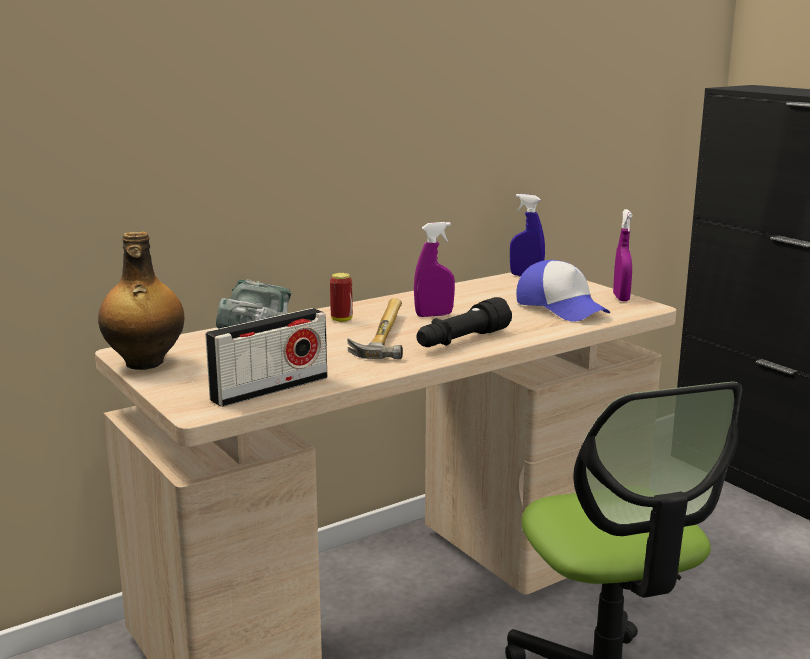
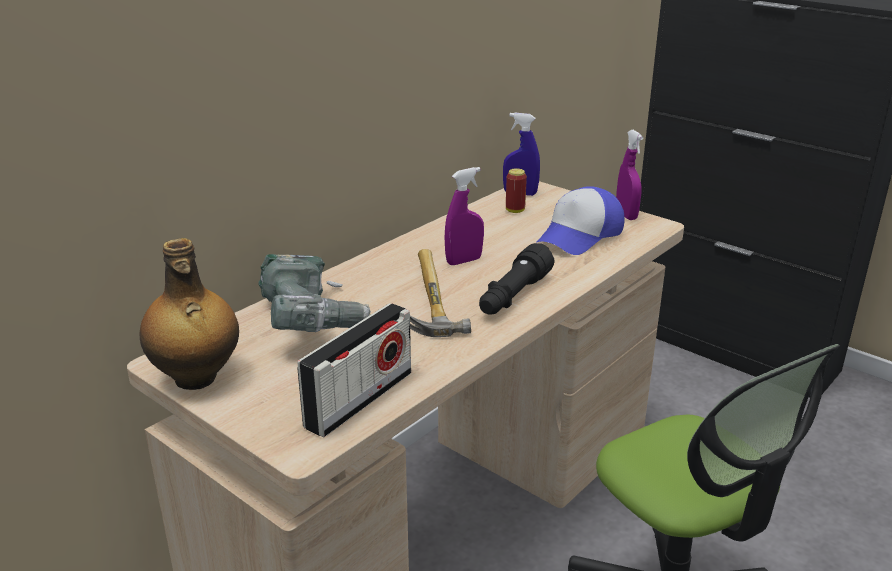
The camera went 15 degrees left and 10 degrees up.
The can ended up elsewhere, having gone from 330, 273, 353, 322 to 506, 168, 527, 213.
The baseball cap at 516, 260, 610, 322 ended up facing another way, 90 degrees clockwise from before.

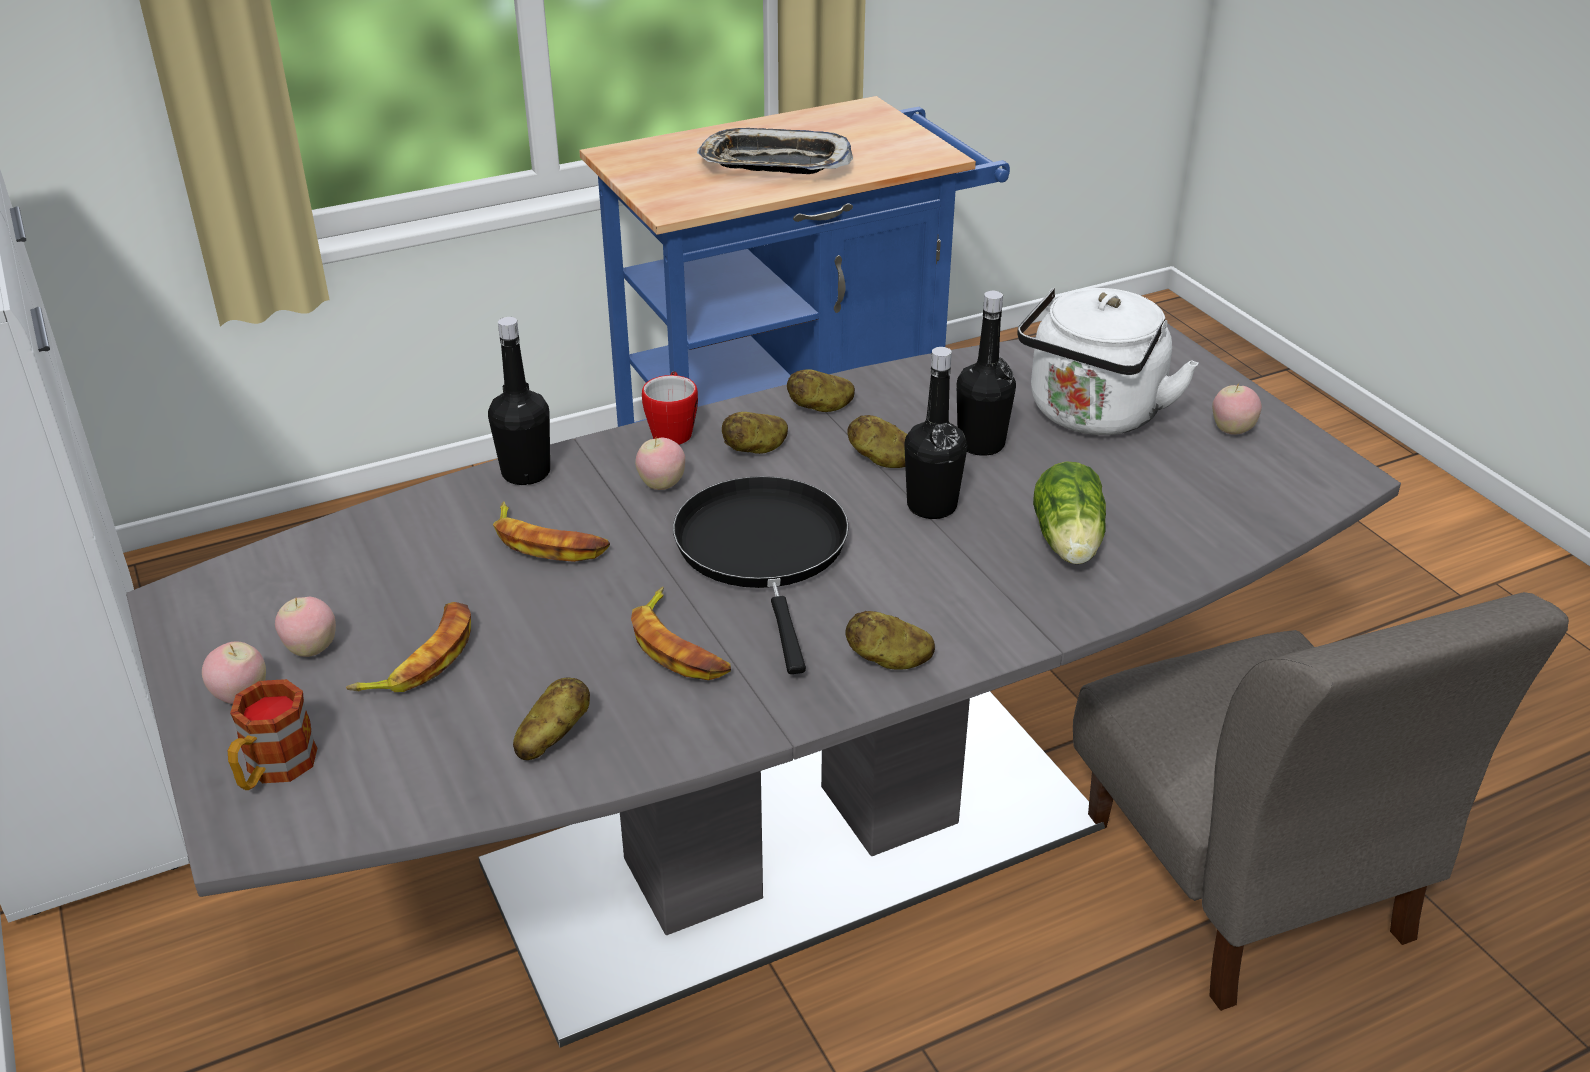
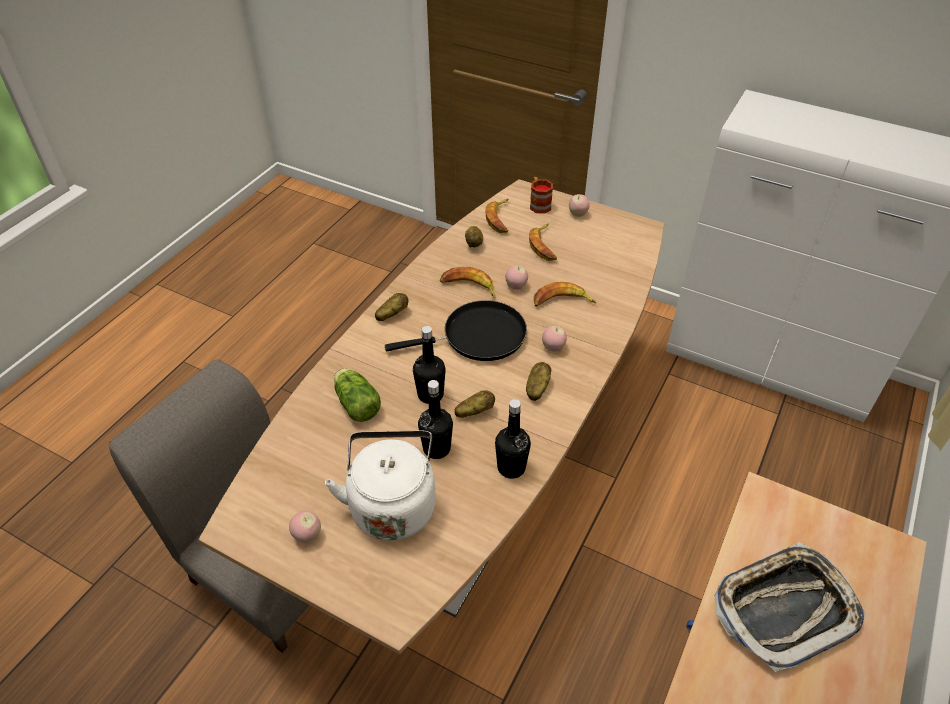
The camera went 145 degrees right and 10 degrees up.
What was the gray kitchen table at 126, 323, 1401, 1047 turned into the brown-coloured kitchen table at 198, 179, 664, 655.
The apple ended up elsewhere, having gone from 275, 597, 336, 657 to 505, 265, 528, 290.
The black bottle ended up elsewhere, having gone from 488, 317, 550, 485 to 495, 399, 531, 479.
The second view lost the tea mug at 642, 371, 698, 445.
The black pan at 673, 476, 849, 674 ended up facing another way, 60 degrees counterclockwise from before.
The second view lost the spud at 787, 369, 855, 412.
The second view gained the banana at 485, 199, 509, 233.

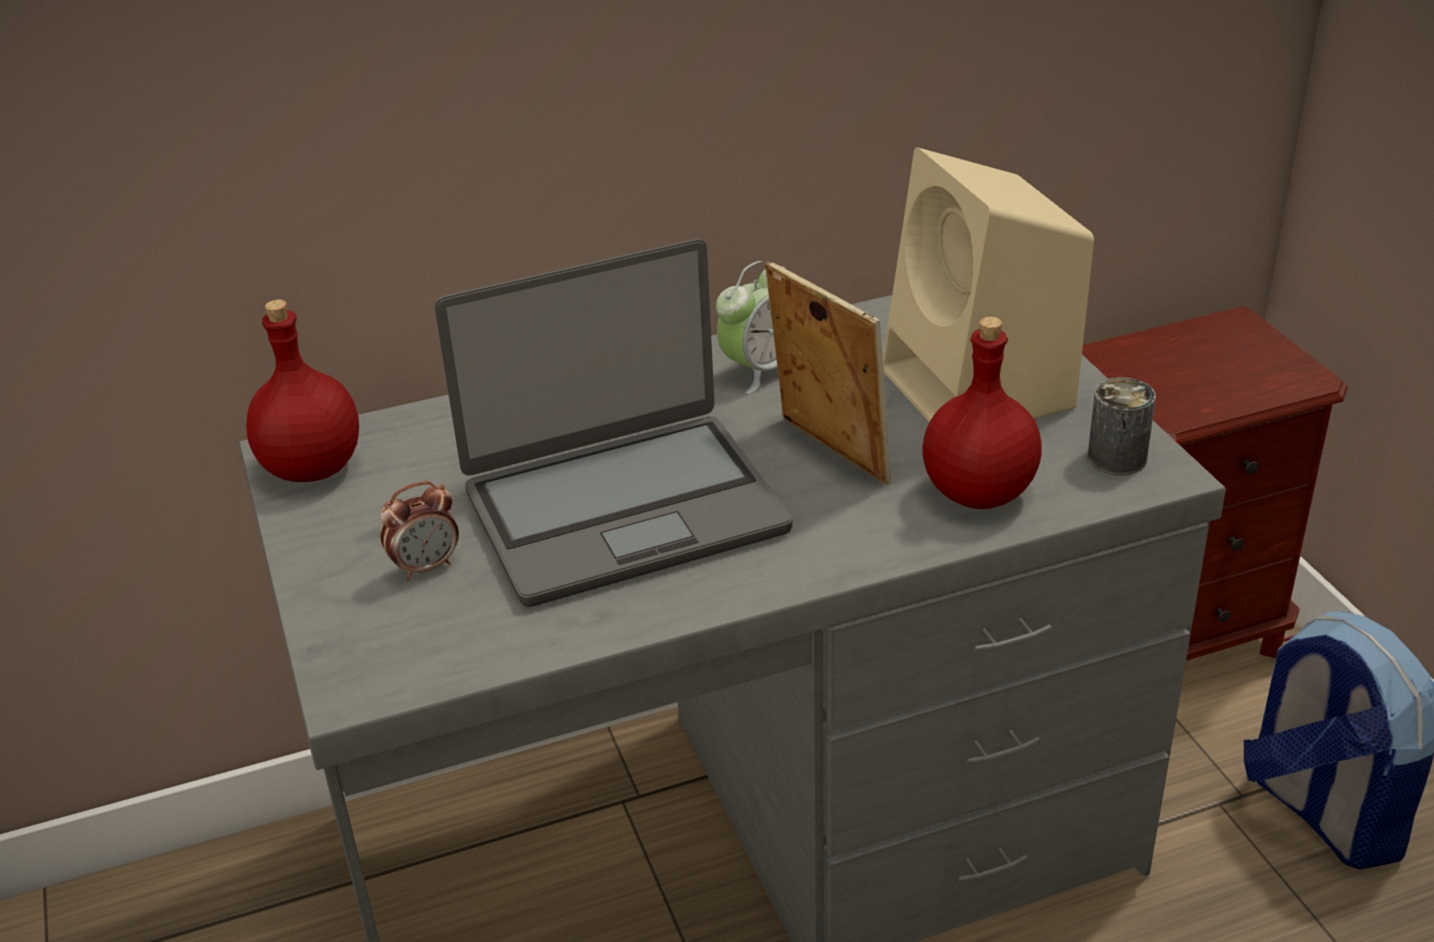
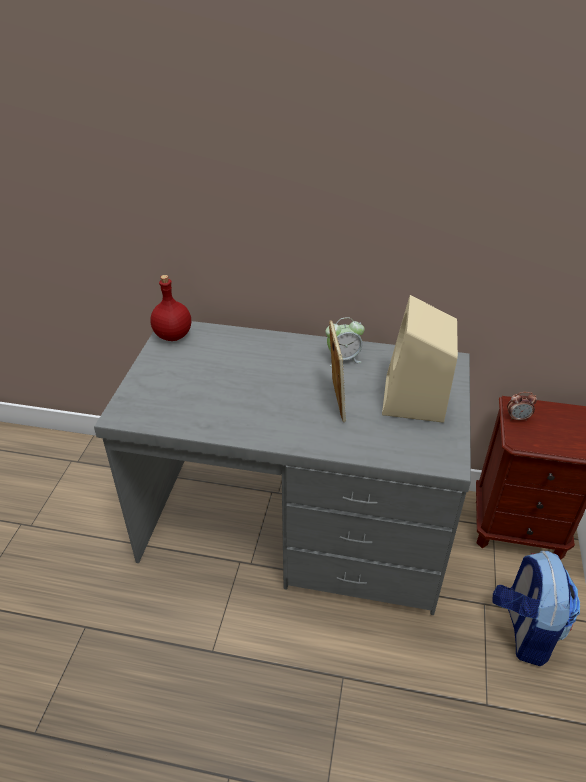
The camera went 30 degrees right and 5 degrees up.
The bedside clock ended up elsewhere, having gone from 380, 481, 459, 581 to 507, 392, 537, 421.
The second view lost the laptop at 435, 239, 793, 607.
The second view lost the red bottle at 922, 317, 1042, 509.
The second view lost the can at 1088, 377, 1156, 475.

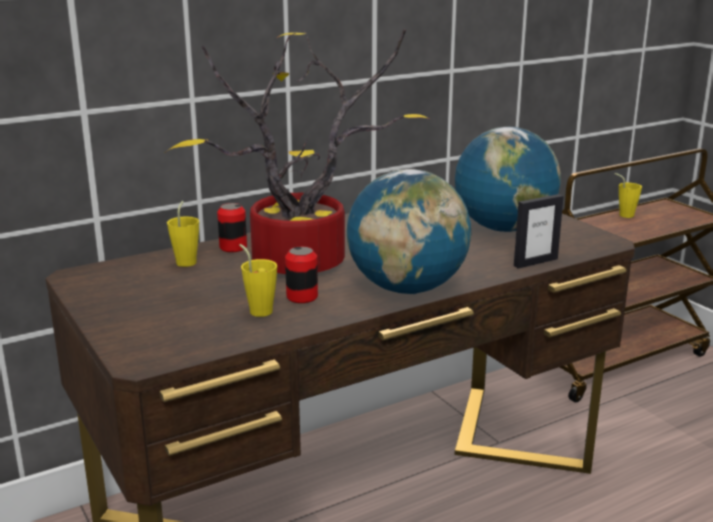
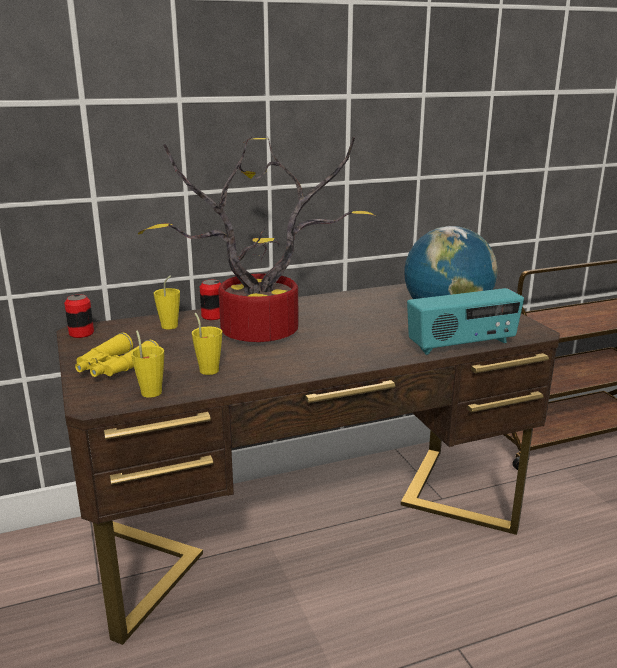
The camera went 10 degrees right and 0 degrees up.
The can ended up elsewhere, having gone from 285, 247, 318, 303 to 64, 295, 94, 338.
The second view lost the globe at 347, 169, 471, 294.
Where the picture frame stood at 514, 194, 564, 268, the radio set came to stand at 407, 288, 524, 355.
The yellow-coloured cup ended up elsewhere, having gone from 614, 173, 642, 218 to 131, 331, 164, 398.
The second view gained the yellow-coloured field glasses at 75, 333, 159, 377.

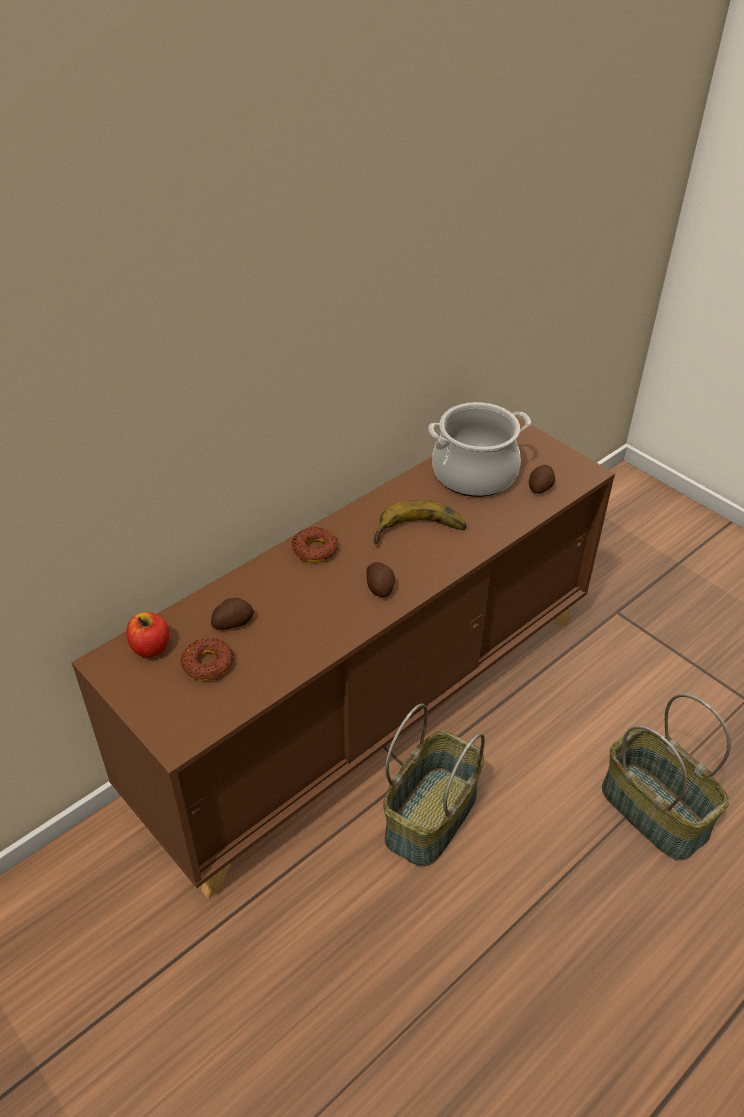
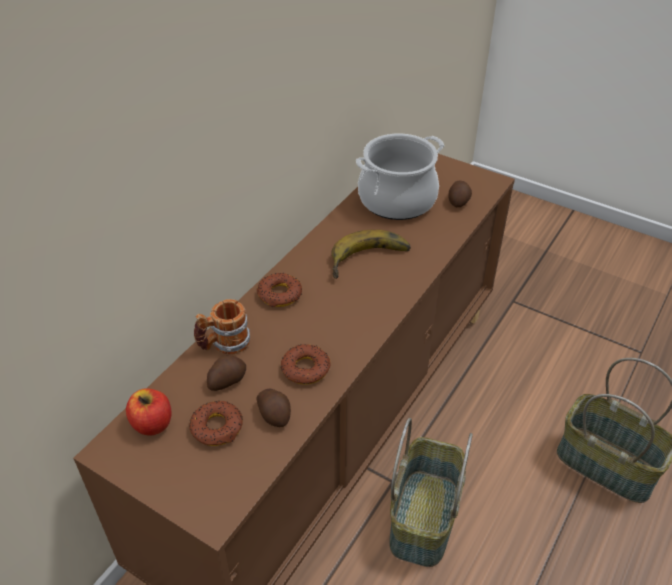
The camera went 15 degrees left and 0 degrees up.
The spud ended up elsewhere, having gone from 366, 562, 395, 597 to 256, 389, 291, 427.
The second view gained the tea mug at 194, 299, 250, 355.
The second view gained the ring doughnut at 281, 344, 330, 385.

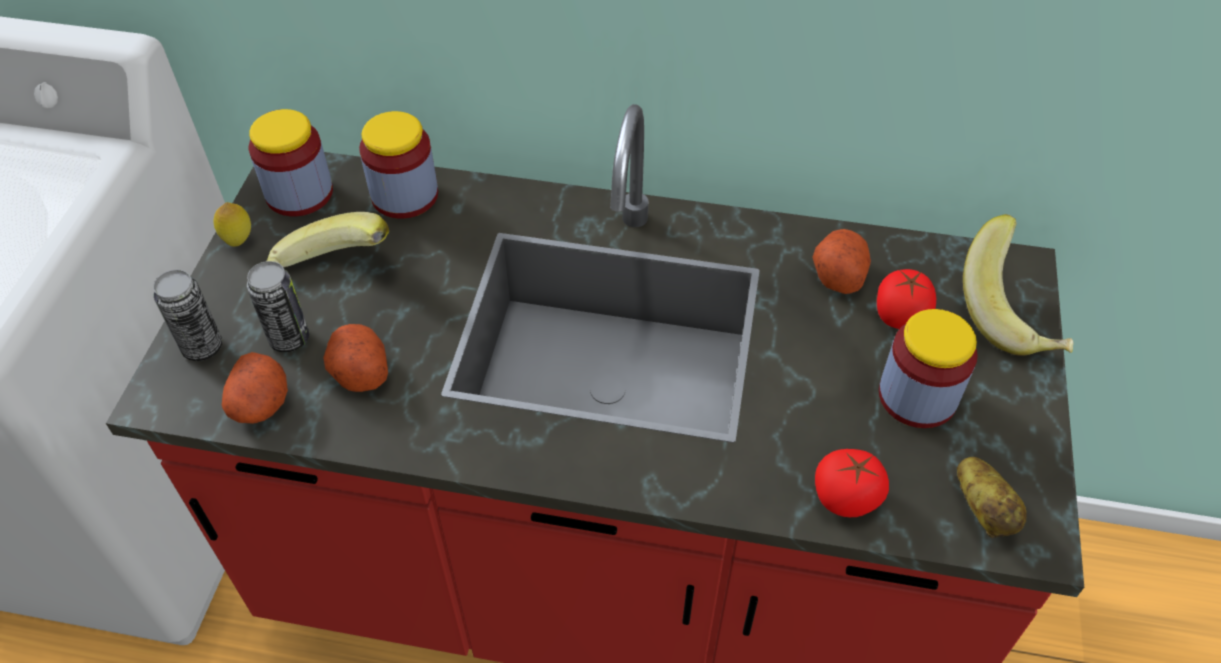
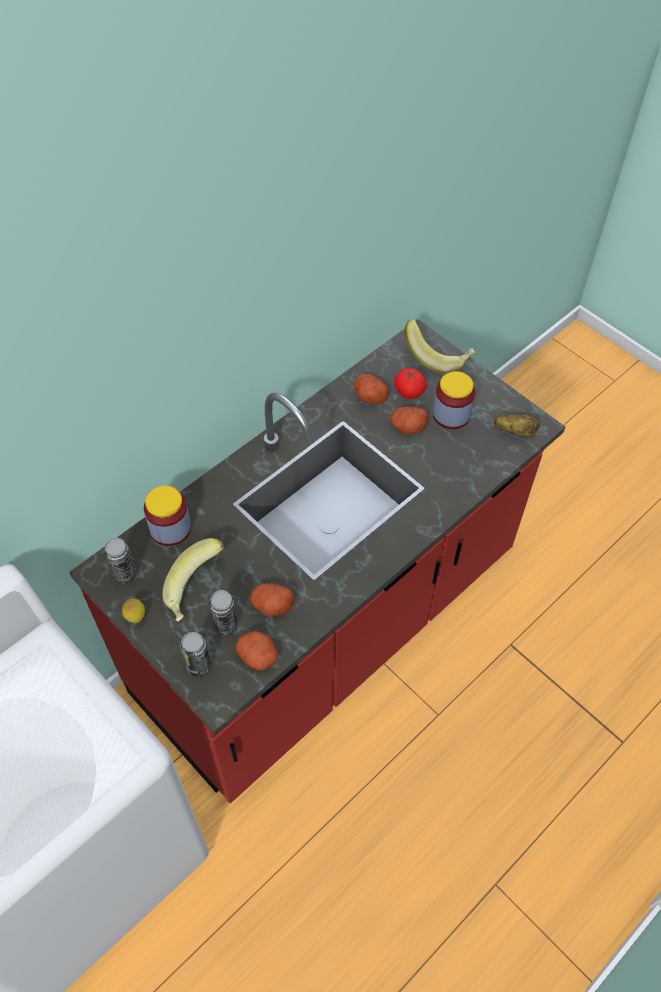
The camera went 55 degrees left and 5 degrees up.
Where the jar stood at 249, 109, 333, 216, the can came to stand at 104, 538, 136, 583.
The second view lost the fresh tomato at 815, 449, 889, 517.
The second view gained the spud at 391, 407, 429, 435.

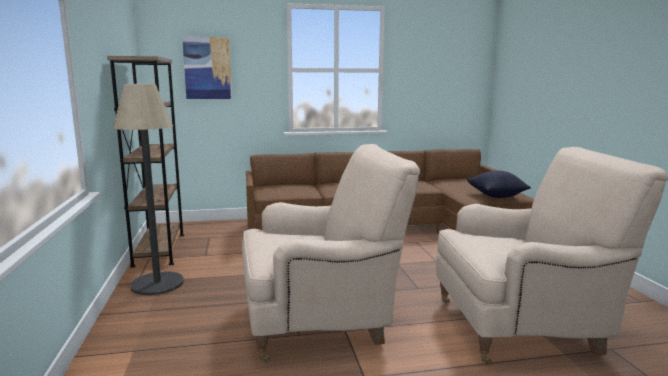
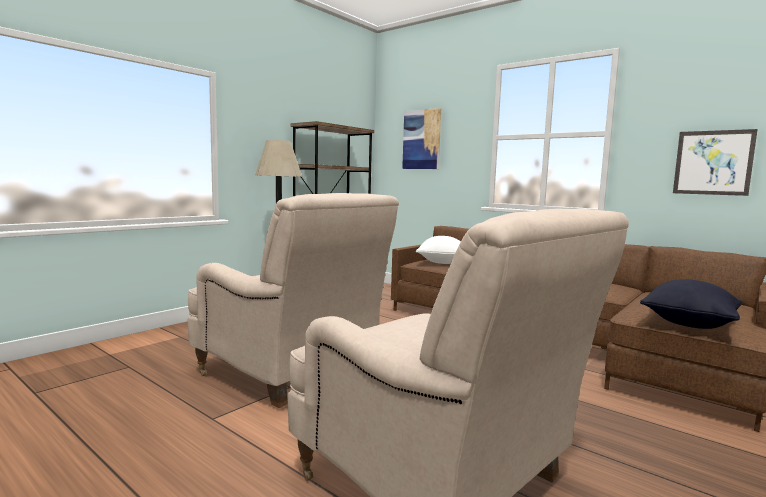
The camera went 50 degrees right and 5 degrees down.
The second view gained the white-coloured throw pillow at 416, 236, 461, 264.
The second view gained the wall picture at 673, 129, 758, 196.

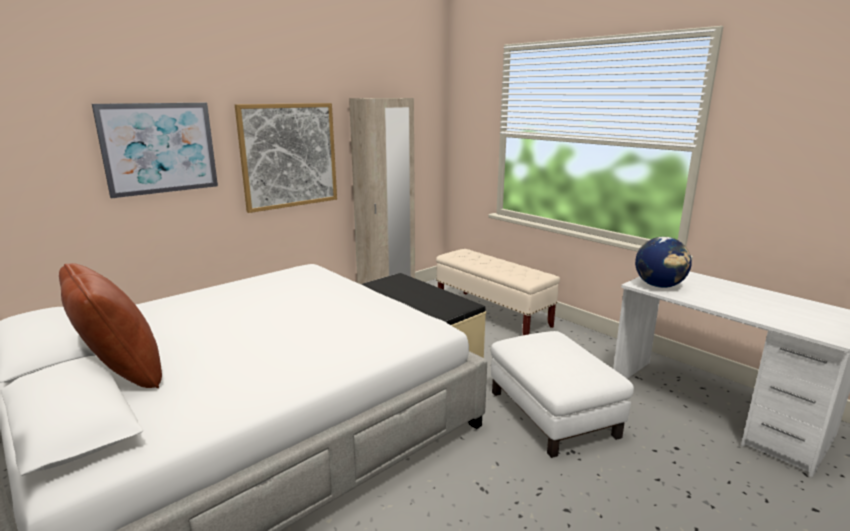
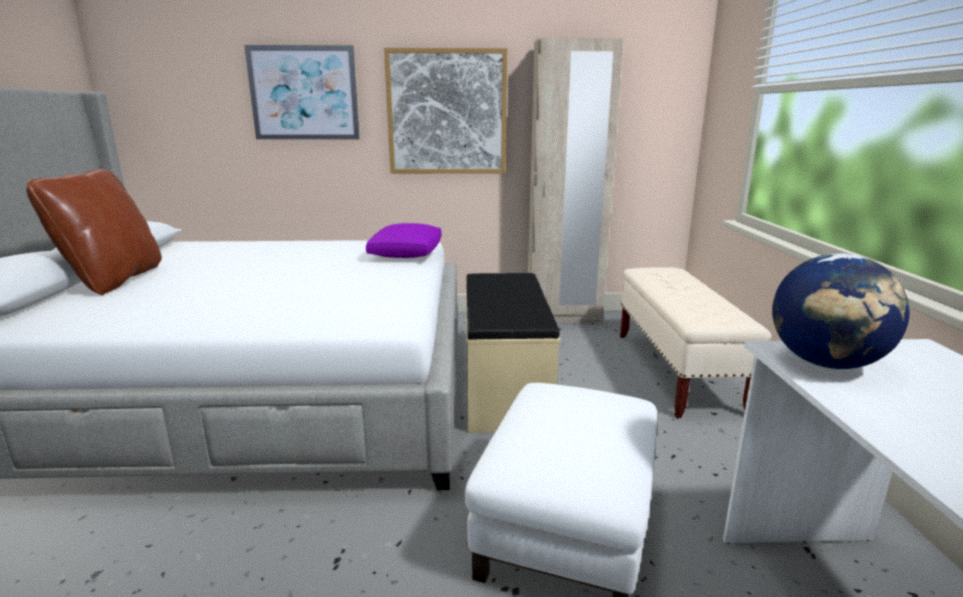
The camera went 40 degrees right and 0 degrees up.
The second view gained the purple-coloured throw pillow at 366, 223, 442, 258.

